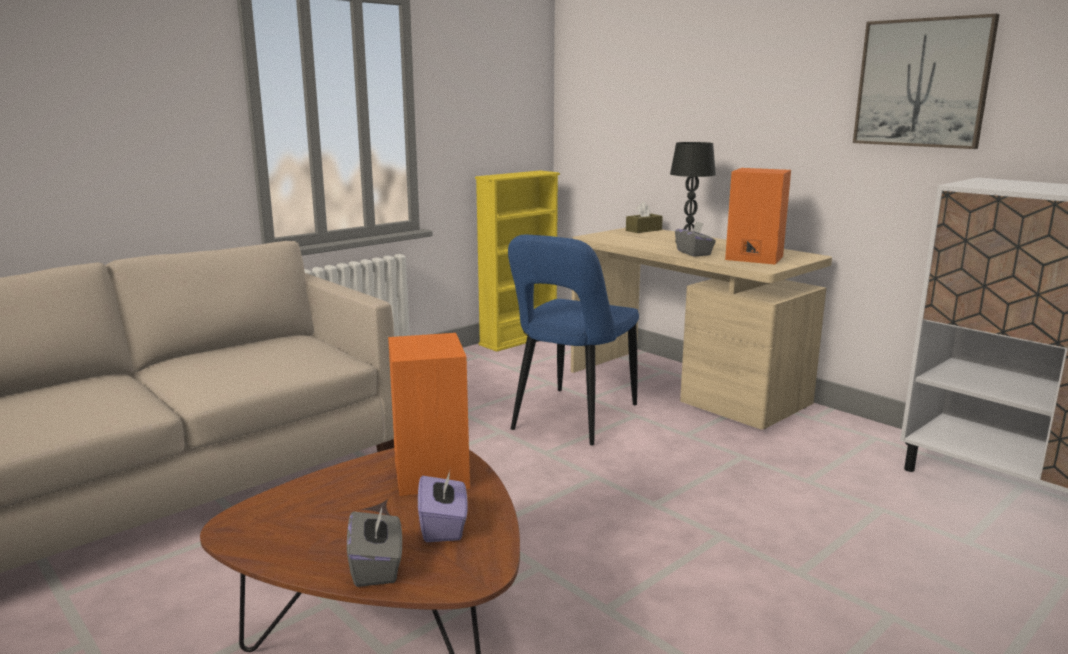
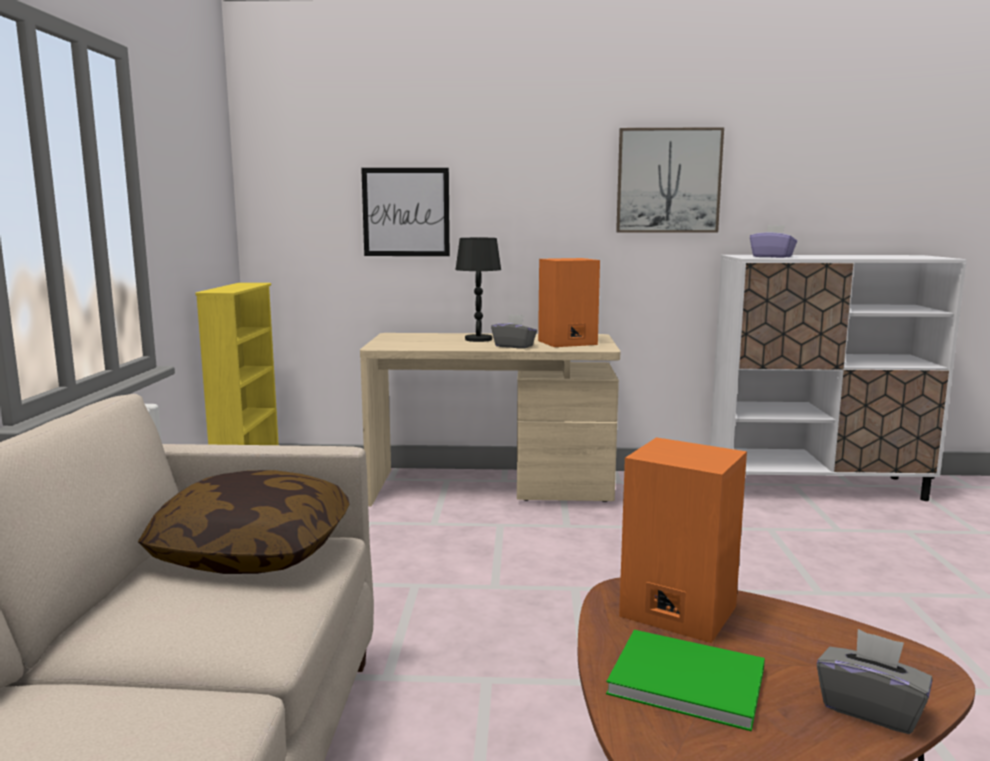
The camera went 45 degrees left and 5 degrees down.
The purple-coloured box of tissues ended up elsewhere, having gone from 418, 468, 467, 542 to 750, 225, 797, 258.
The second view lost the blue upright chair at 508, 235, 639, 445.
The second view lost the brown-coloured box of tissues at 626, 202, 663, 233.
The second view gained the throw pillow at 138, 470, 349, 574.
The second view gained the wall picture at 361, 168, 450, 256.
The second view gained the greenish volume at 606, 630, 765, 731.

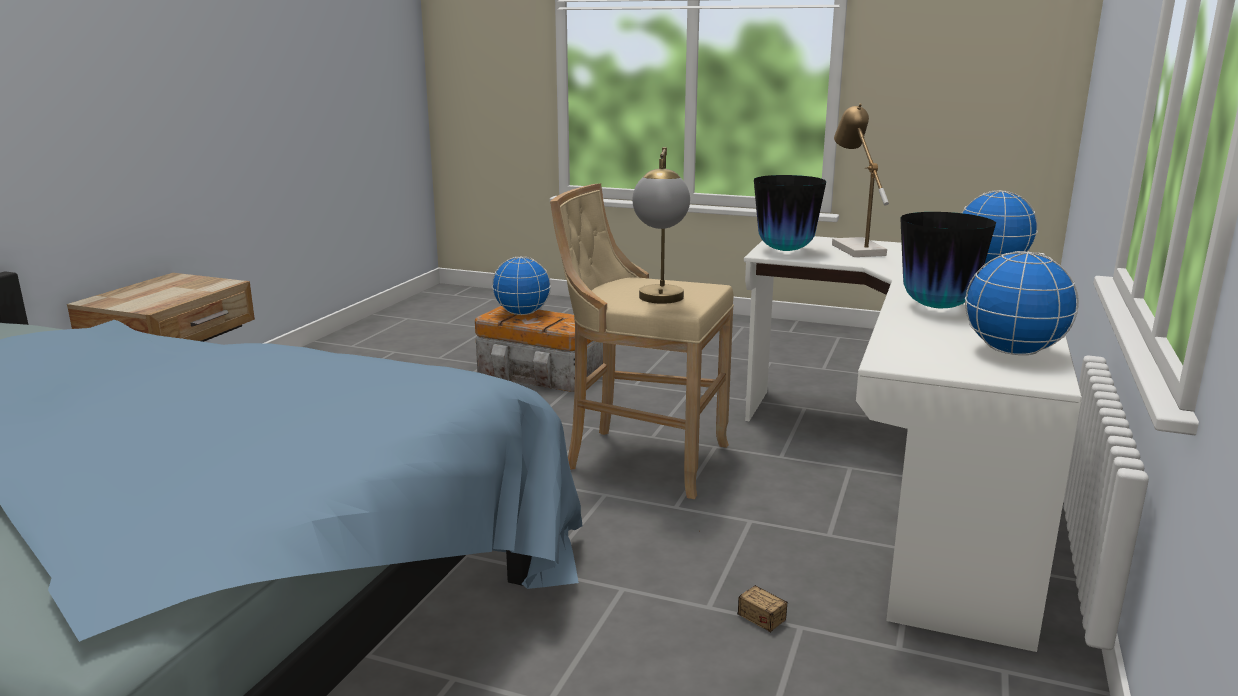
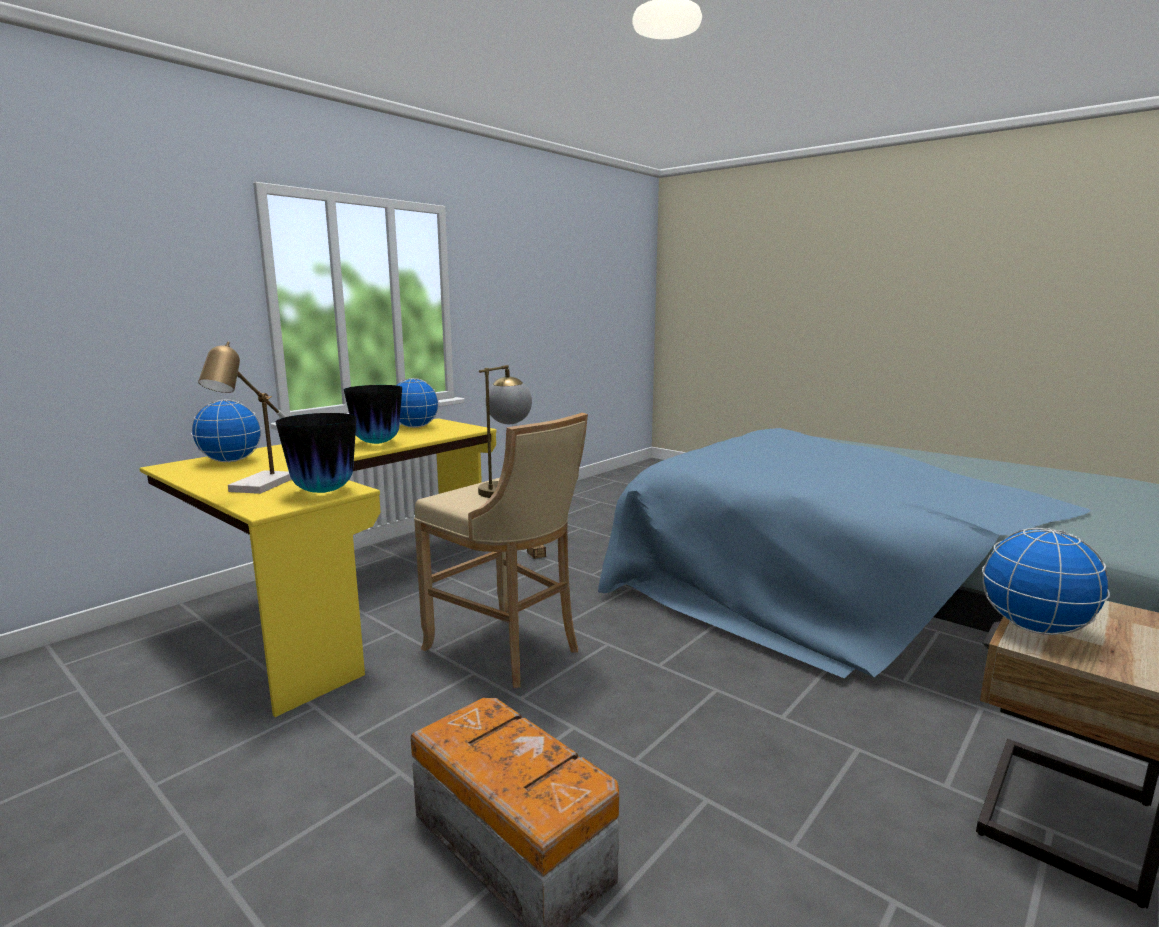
The camera went 160 degrees left and 5 degrees down.
The globe ended up elsewhere, having gone from 492, 256, 551, 315 to 982, 528, 1110, 635.
What was the white-coloured desk table at 744, 236, 1082, 652 turned into the yellow-coloured desk table at 139, 418, 497, 717.

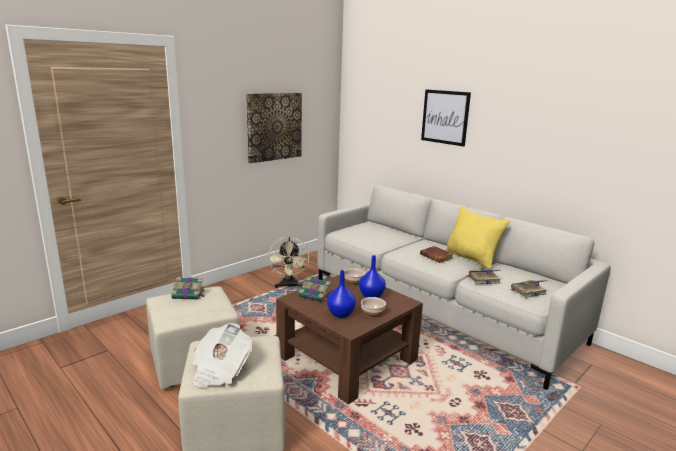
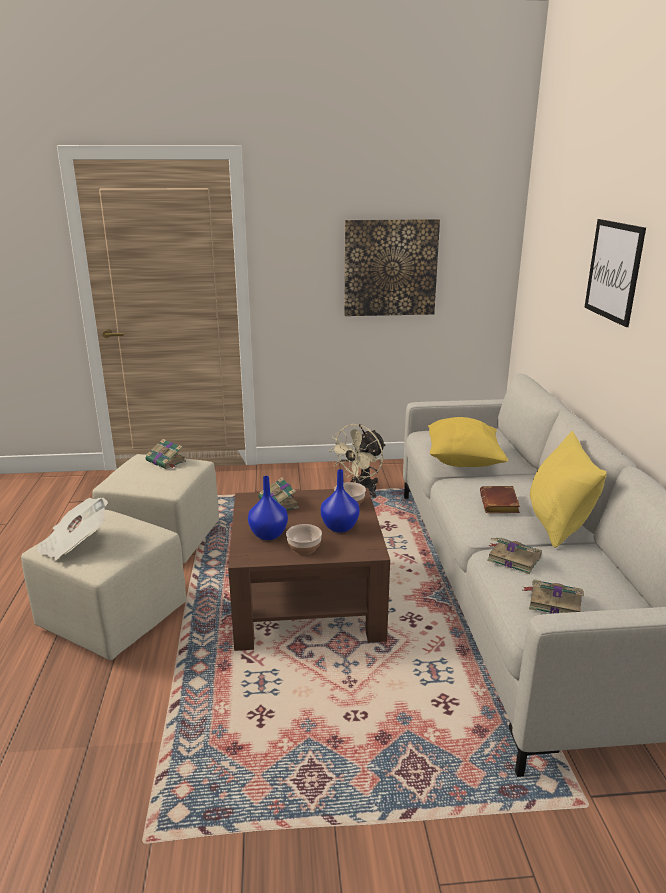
The camera went 40 degrees right and 5 degrees up.
The second view gained the yellow-coloured throw pillow at 428, 417, 509, 467.

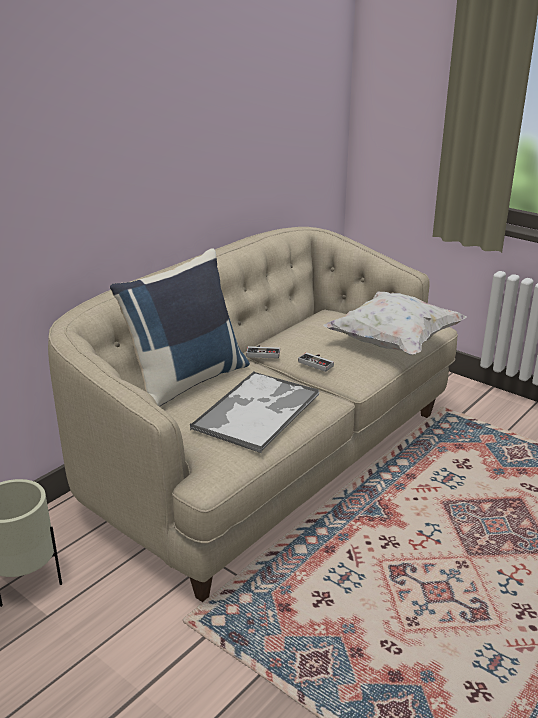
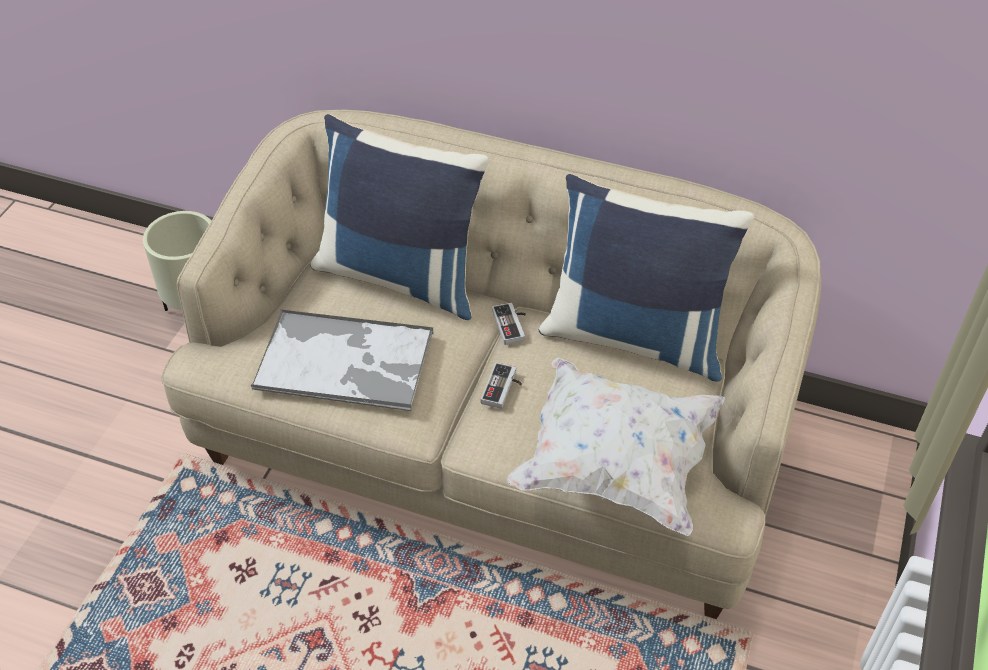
The camera went 70 degrees right and 20 degrees up.
The second view gained the blue throw pillow at 539, 174, 754, 382.

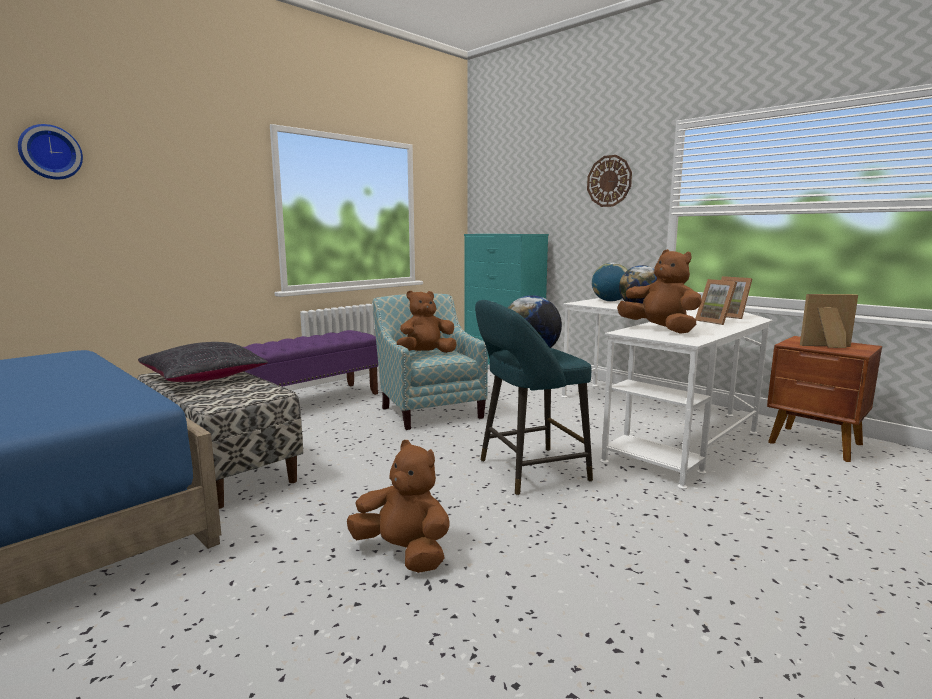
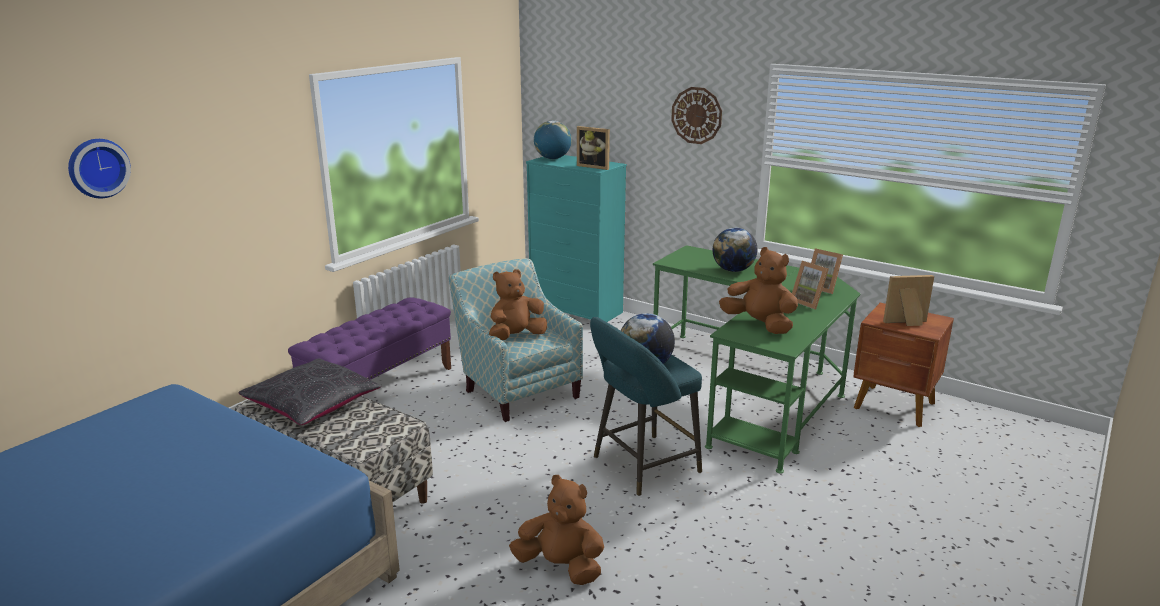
The camera went 10 degrees left and 10 degrees up.
What was the white-coloured desk table at 561, 298, 773, 489 turned into the greenish desk table at 653, 245, 860, 474.
The globe ended up elsewhere, having gone from 592, 263, 627, 302 to 534, 121, 572, 159.
The second view gained the picture frame at 577, 126, 610, 170.

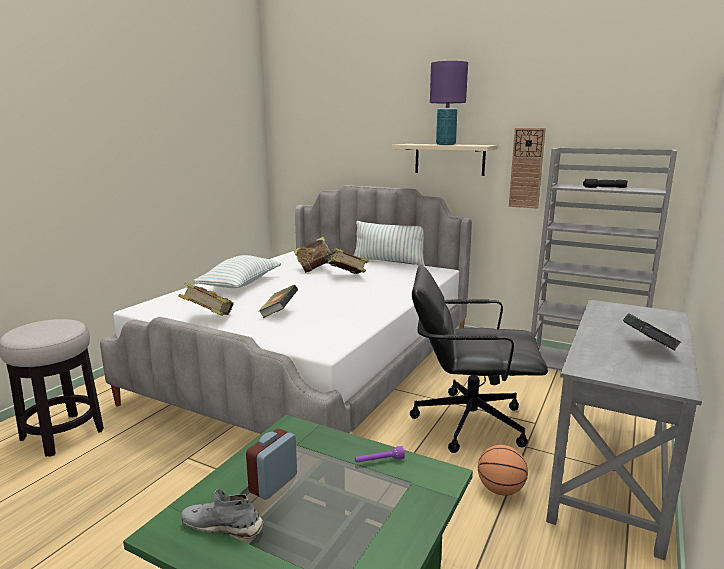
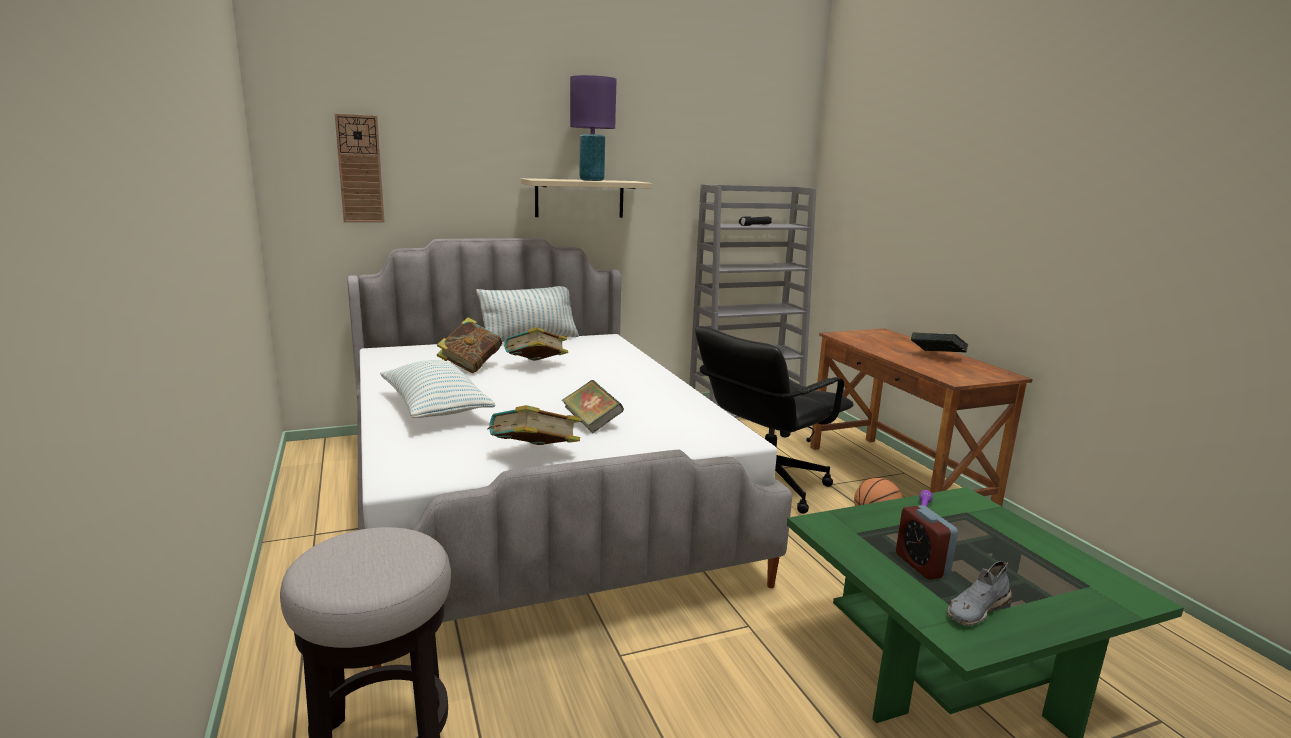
The camera went 50 degrees left and 0 degrees up.
The hanging clock ended up elsewhere, having gone from 509, 128, 546, 209 to 335, 113, 385, 223.
What was the gray desk table at 546, 299, 702, 560 turned into the brown-coloured desk table at 810, 329, 1033, 506.

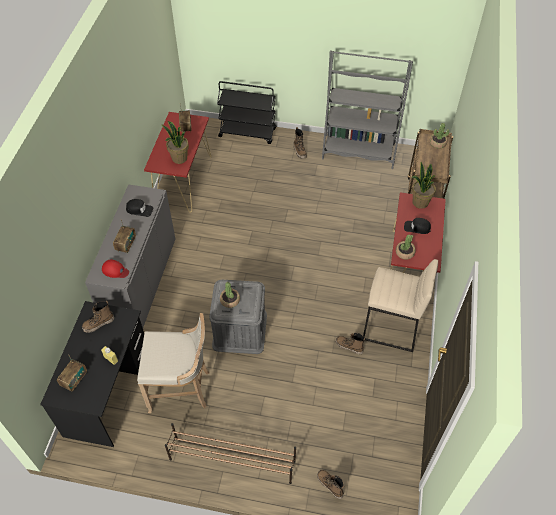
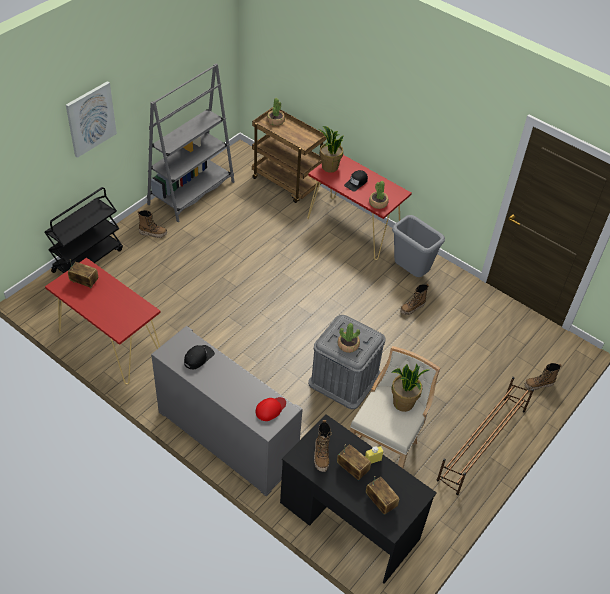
The camera went 65 degrees left and 5 degrees down.
The radio set ended up elsewhere, having gone from 113, 220, 136, 254 to 337, 444, 371, 480.
The potted plant ended up elsewhere, having gone from 161, 121, 189, 164 to 391, 363, 429, 412.
Where the beige-coloured stool stood at 363, 259, 438, 352, the gray rubbish bin came to stand at 392, 215, 445, 277.
The second view gained the wall picture at 66, 81, 117, 158.

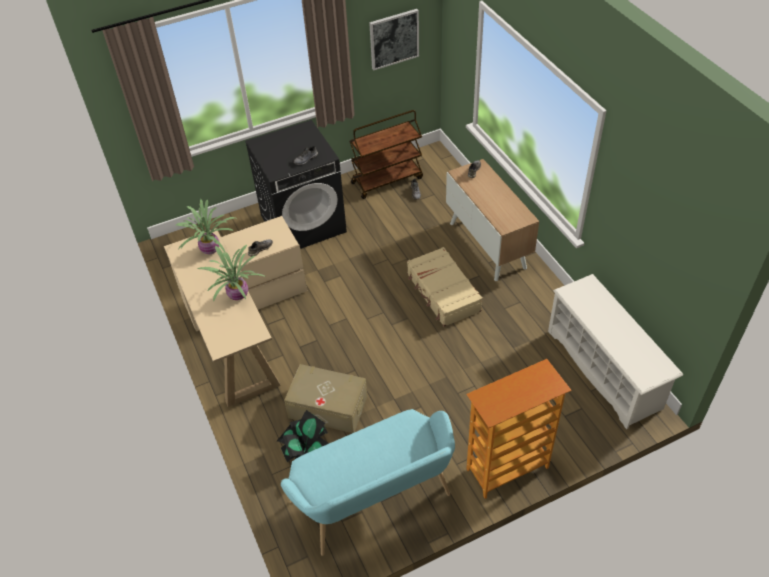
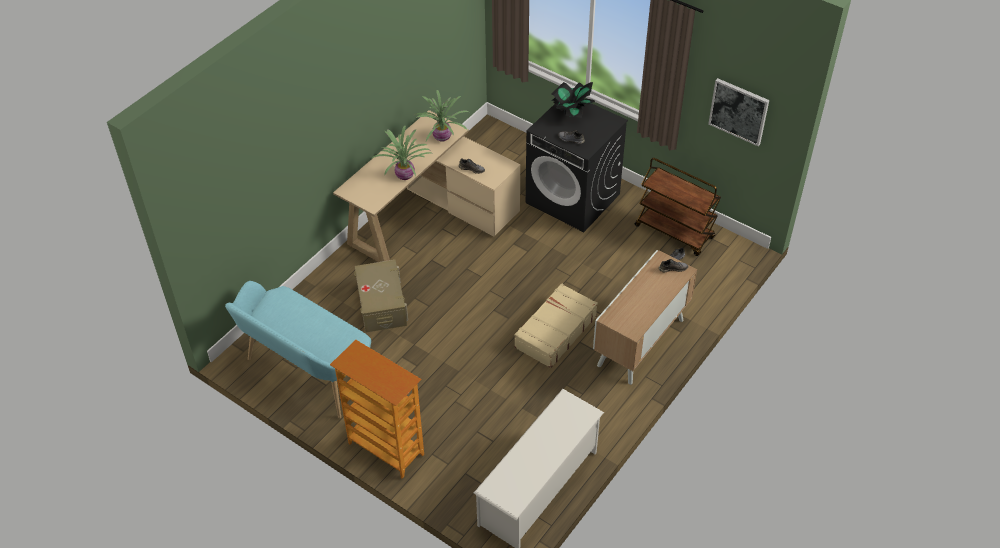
The camera went 60 degrees right and 0 degrees up.
The potted plant ended up elsewhere, having gone from 277, 410, 329, 463 to 552, 82, 595, 118.

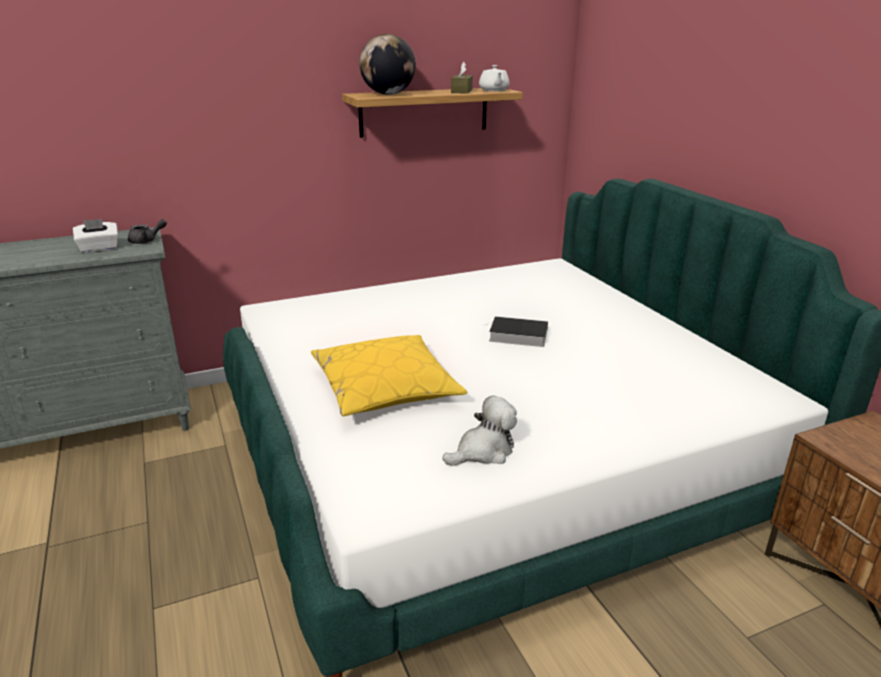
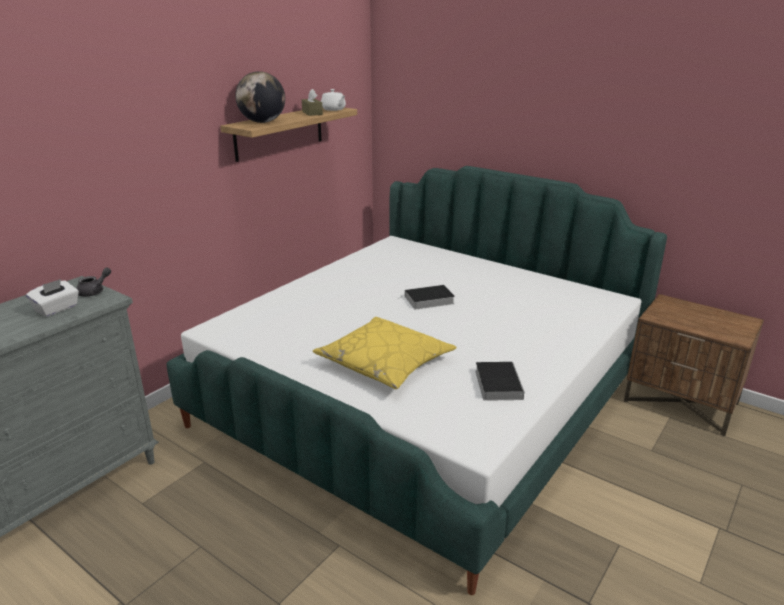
The camera went 30 degrees left and 0 degrees up.
Where the plush toy stood at 442, 396, 517, 466, the volume came to stand at 475, 362, 524, 401.

